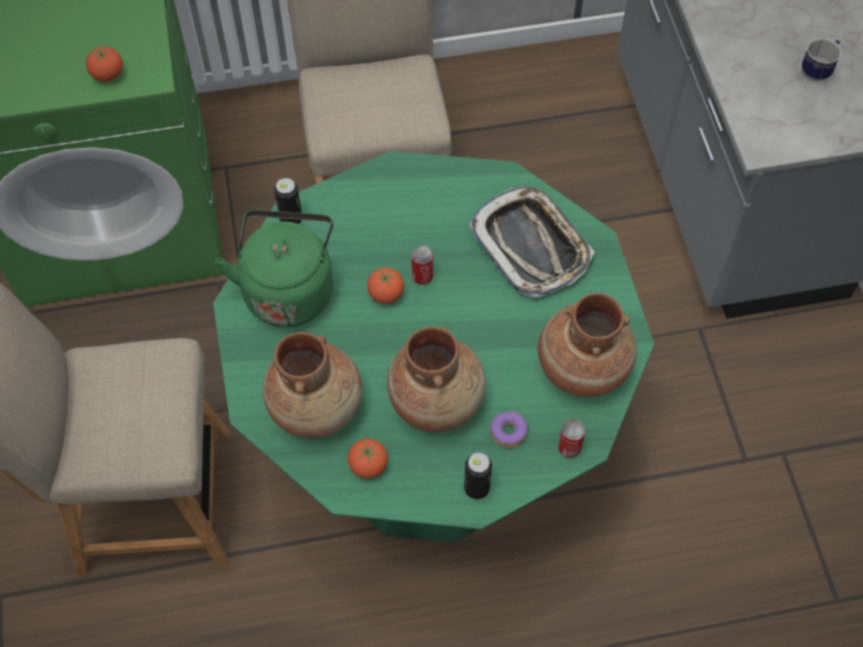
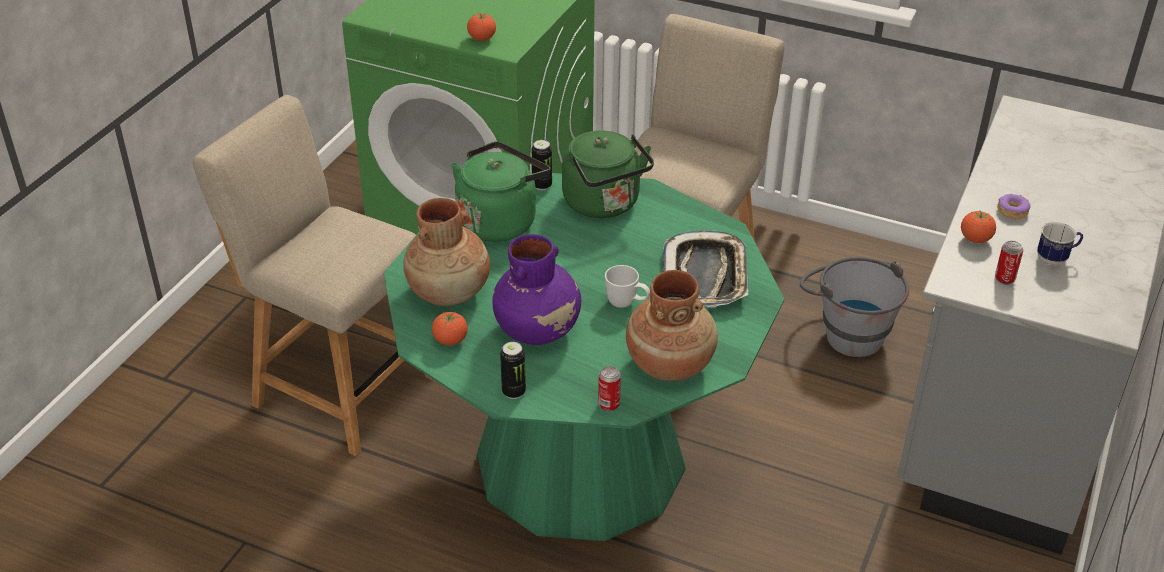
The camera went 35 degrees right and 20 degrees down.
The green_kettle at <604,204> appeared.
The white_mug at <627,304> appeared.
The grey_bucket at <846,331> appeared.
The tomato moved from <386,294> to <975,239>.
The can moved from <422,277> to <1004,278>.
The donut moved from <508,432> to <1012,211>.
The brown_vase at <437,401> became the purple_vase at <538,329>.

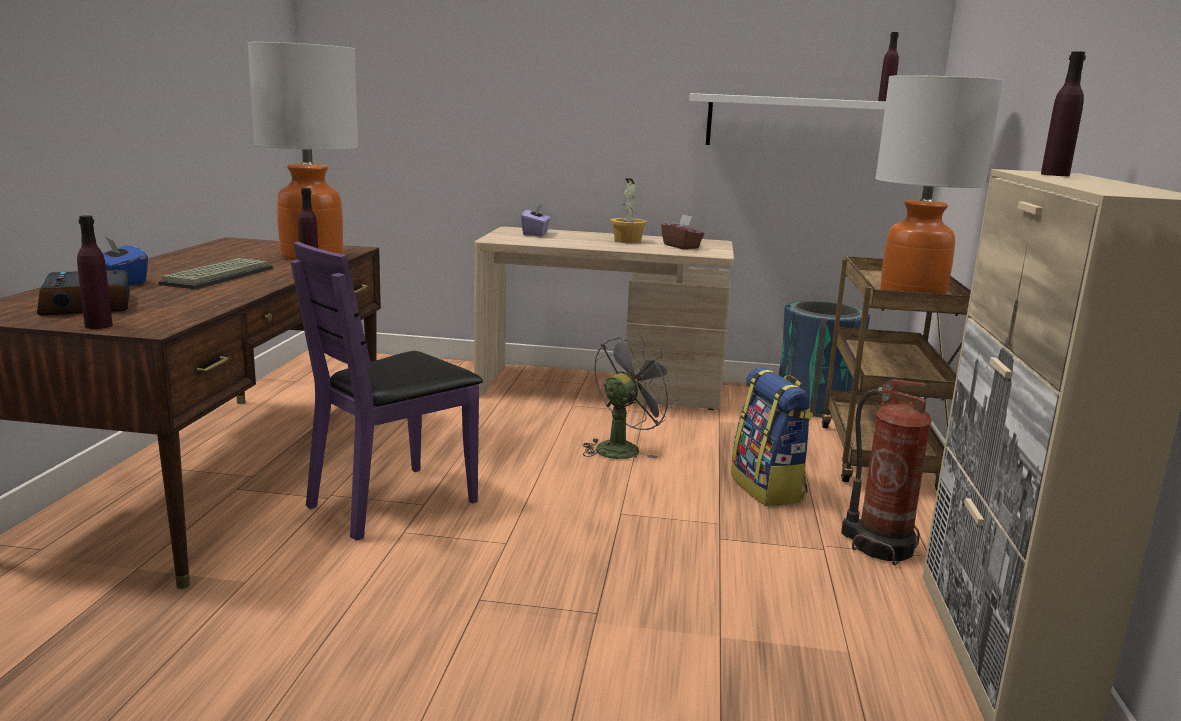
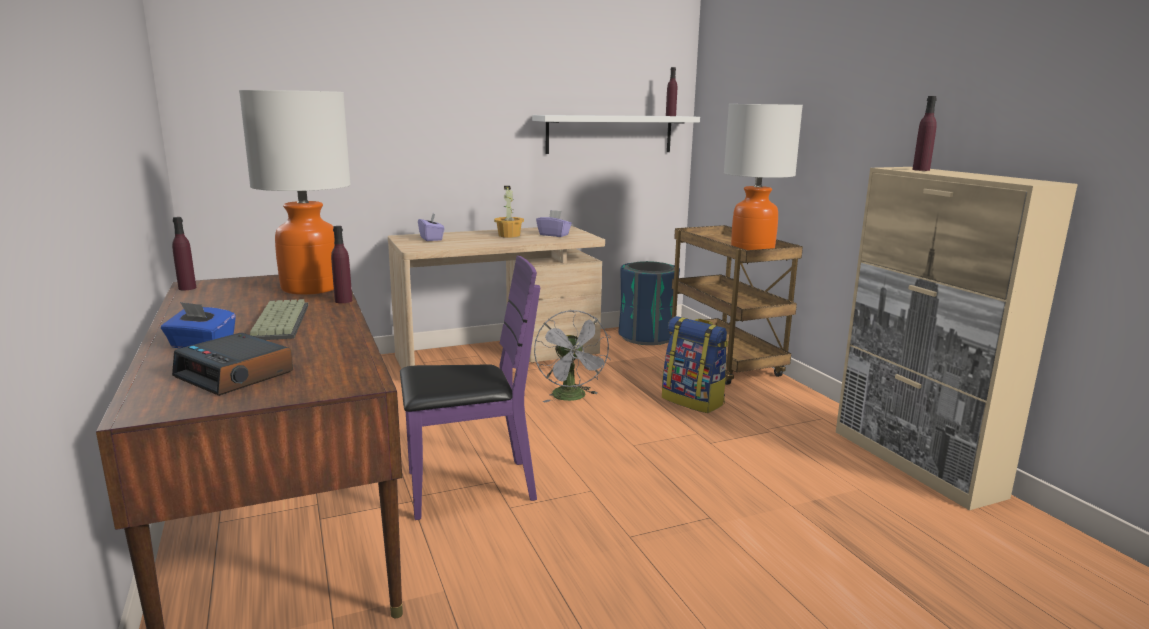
The camera went 30 degrees left and 0 degrees up.
The fire_extinguisher at <880,546> disappeared.
The purple_bottle moved from <98,325> to <187,288>.
The brown_tissue_box at <681,246> became the purple_tissue_box at <554,235>.
The purple_chair at <393,502> turned 120 degrees counterclockwise.
The grey_fan at <623,448> turned 150 degrees clockwise.

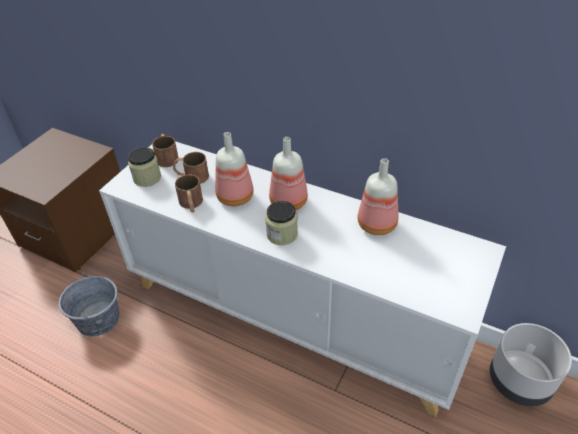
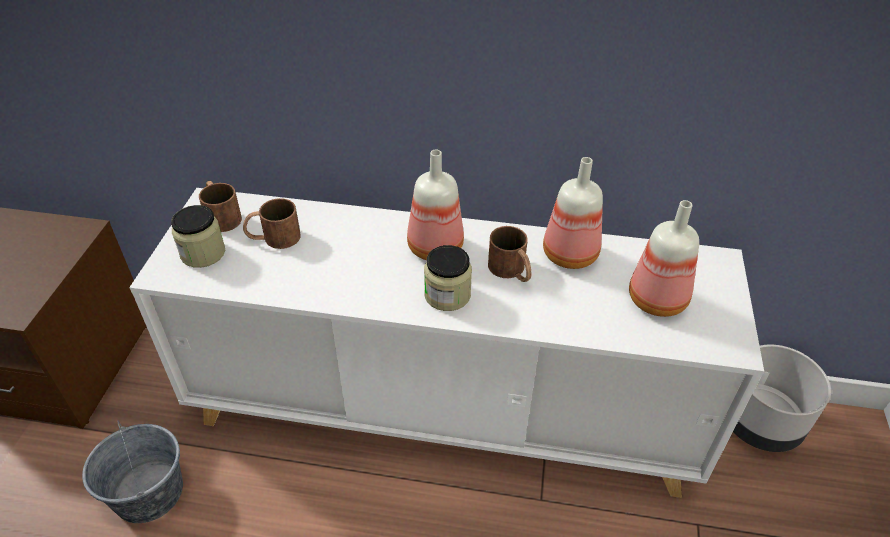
The camera went 20 degrees left and 0 degrees up.
The brown_mug moved from <191,204> to <511,271>.
The bottle moved from <236,197> to <659,300>.

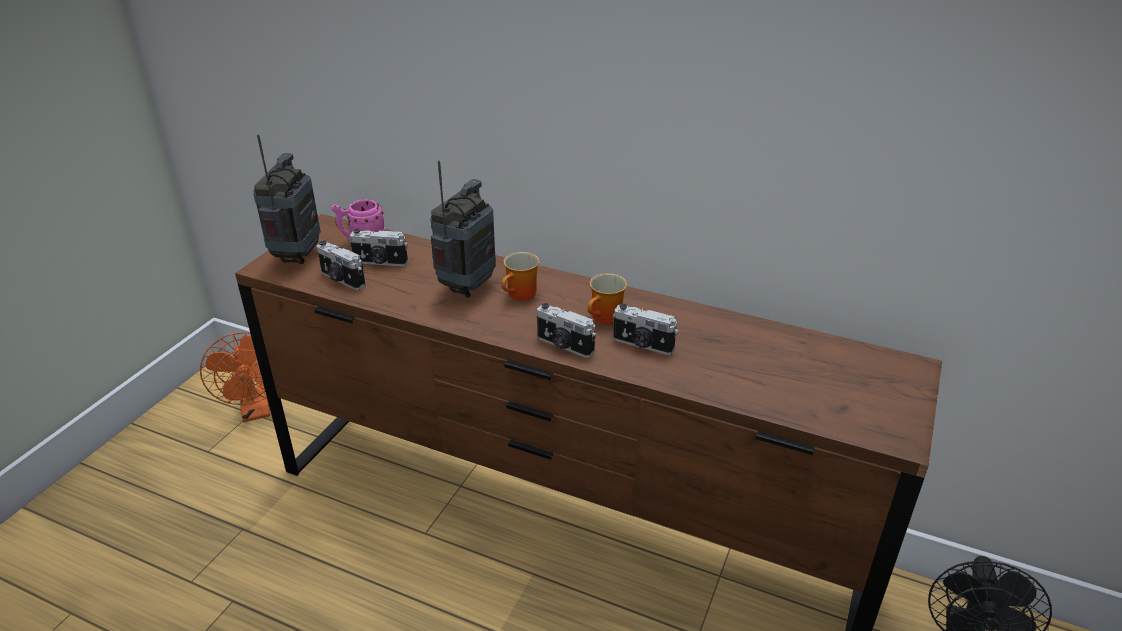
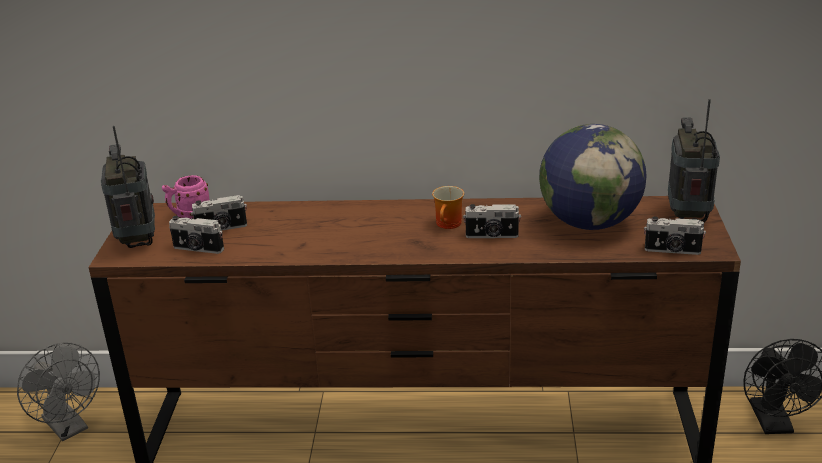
The camera went 20 degrees left and 5 degrees down.
The mug at <521,295> disappeared.
The globe at <589,223> appeared.
The radio moved from <467,287> to <688,216>.
The photo_camera moved from <564,346> to <672,251>.
The orange_fan at <256,411> became the grey_fan at <70,428>.

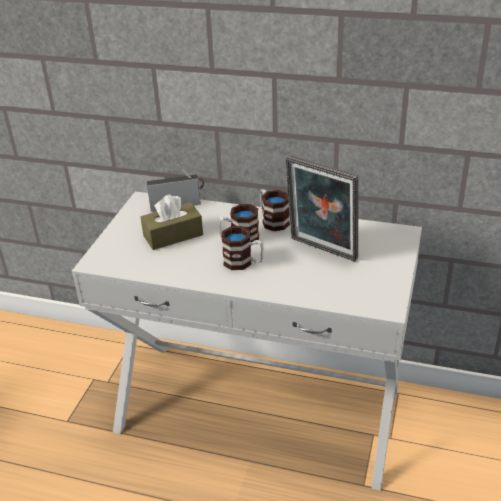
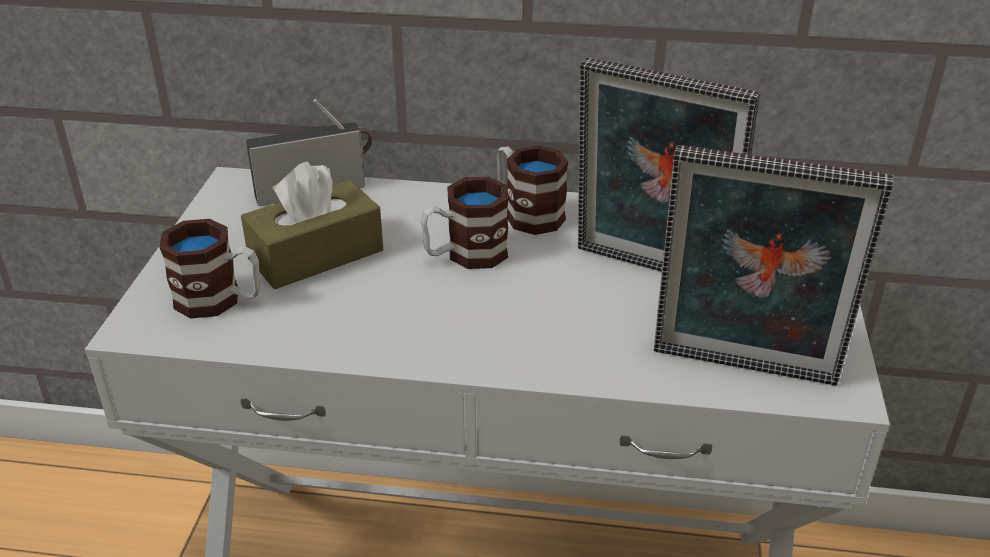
The camera went 10 degrees left and 0 degrees up.
The picture_frame at <742,371> appeared.
The mug moved from <243,263> to <220,300>.

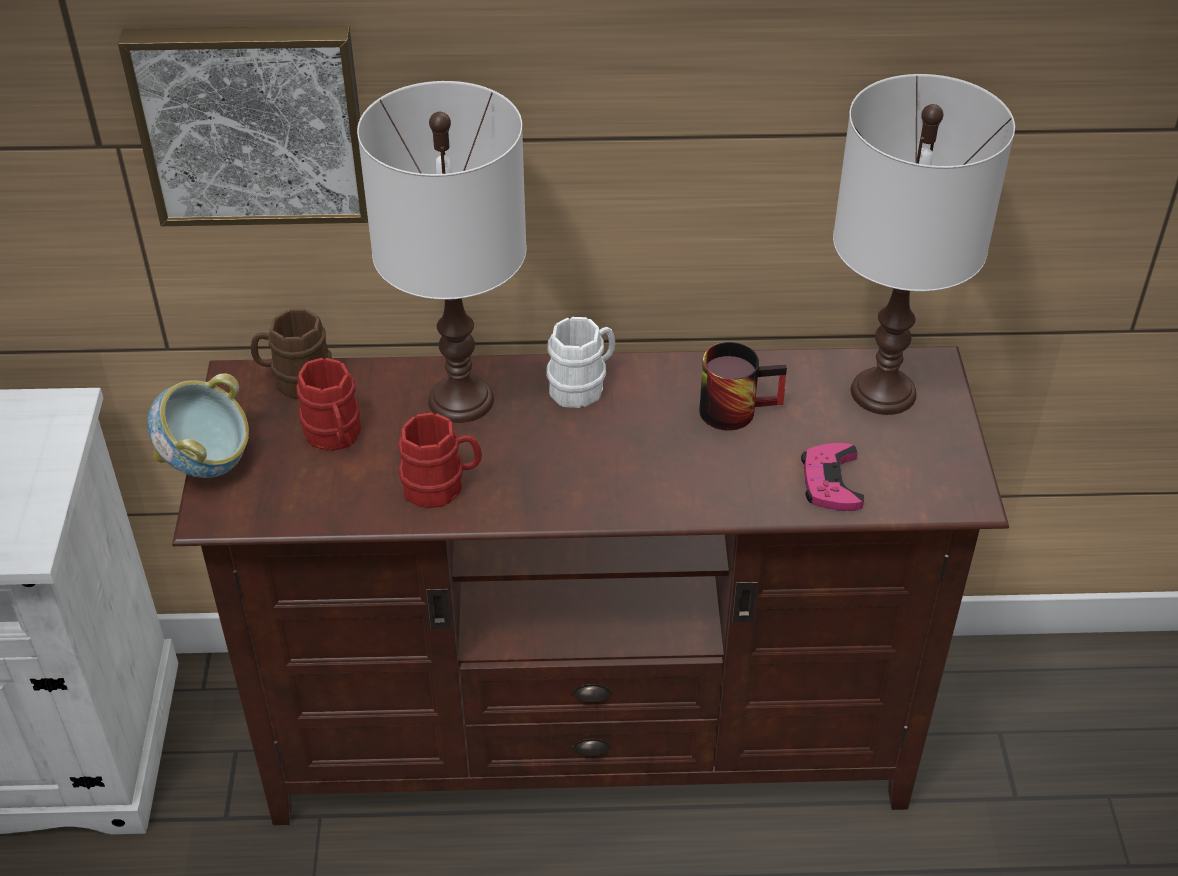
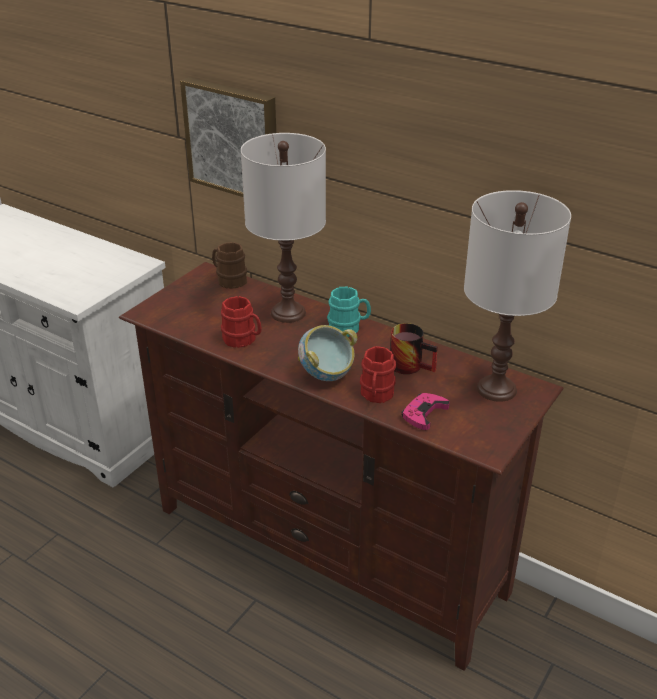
The camera went 35 degrees right and 10 degrees down.
The bowl moved from <207,463> to <326,375>.
The red_mug moved from <334,437> to <376,395>.
The white_mug at <583,385> became the turquoise_mug at <348,328>.

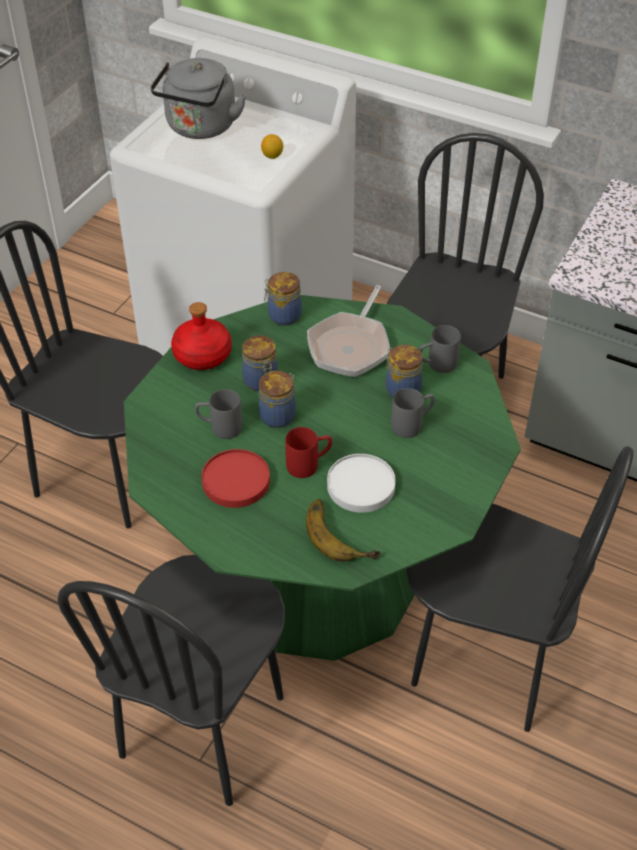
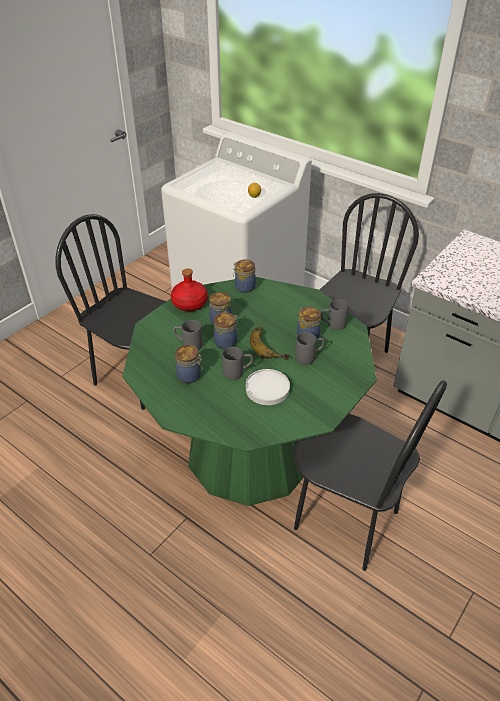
The camera went 10 degrees right and 5 degrees down.
The black_chair at <204,727> disappeared.
The grey_kettle at <200,128> disappeared.
The frying_pan at <351,346> disappeared.
The banana moved from <341,533> to <269,345>.
The red_plate at <236,481> was replaced by the jar at <190,376>.
The red_mug at <309,464> became the grey_mug at <238,372>.

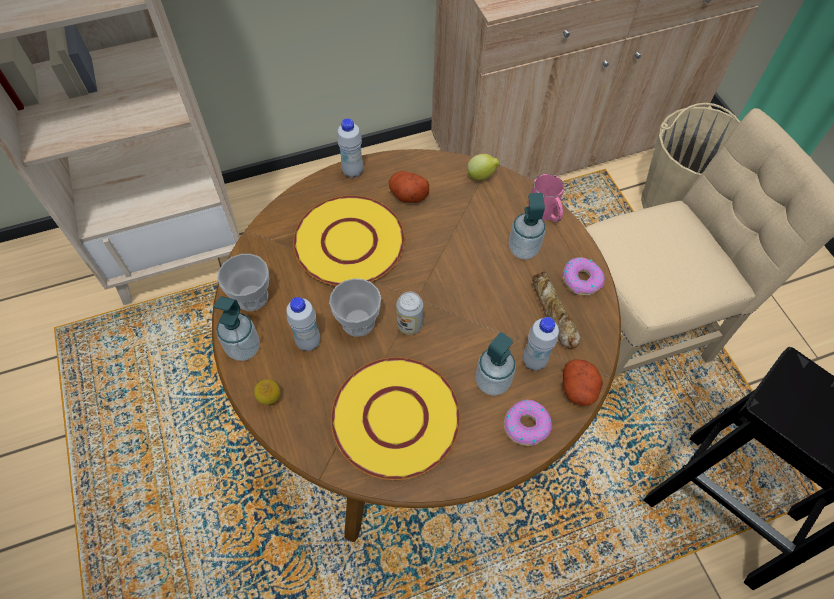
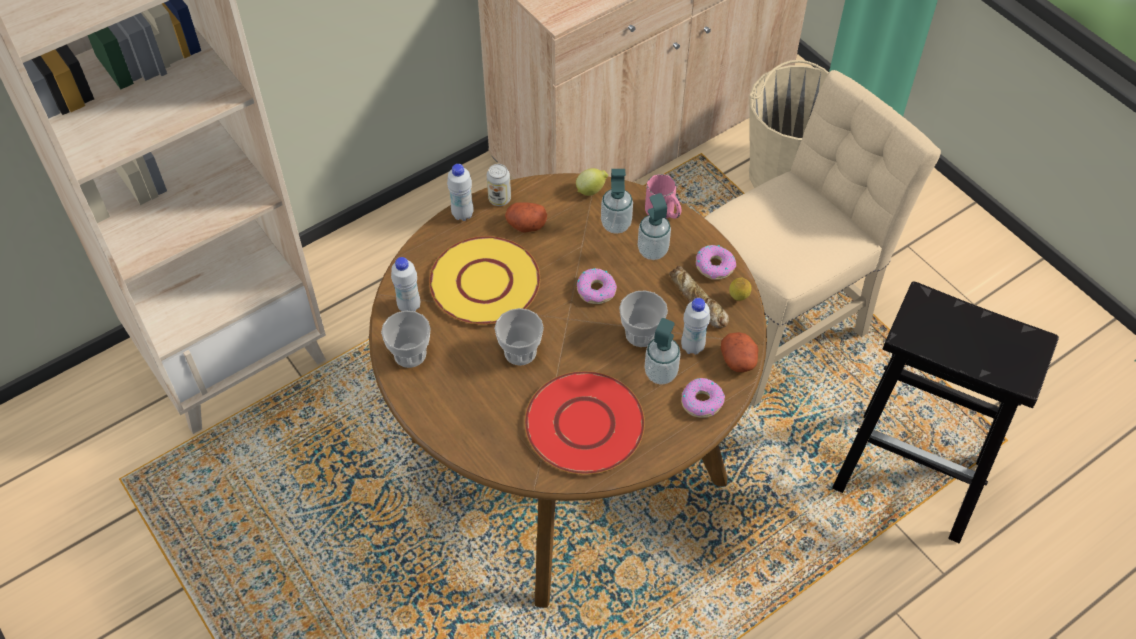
The camera went 15 degrees left and 5 degrees down.
The donut at <596,290> appeared.
The cup at <641,334> appeared.
The soap_dispenser moved from <243,348> to <616,224>.
The lemon moved from <270,399> to <738,298>.
The white_bottle moved from <308,342> to <409,306>.
The can moved from <409,325> to <499,199>.
The yellow_plate at <396,417> became the red_plate at <585,424>.

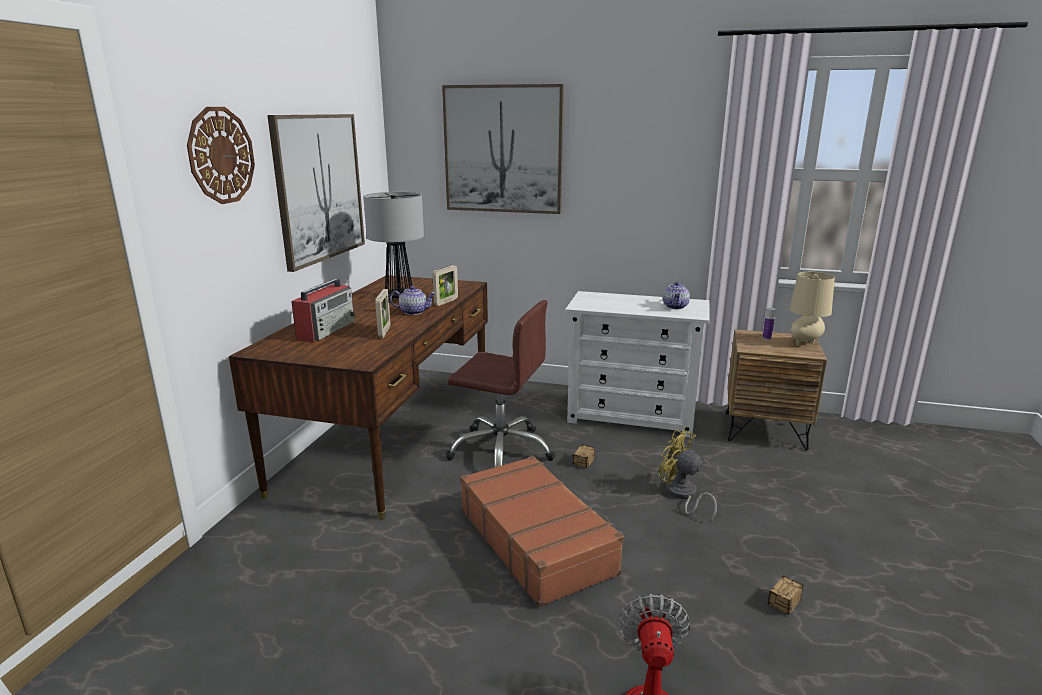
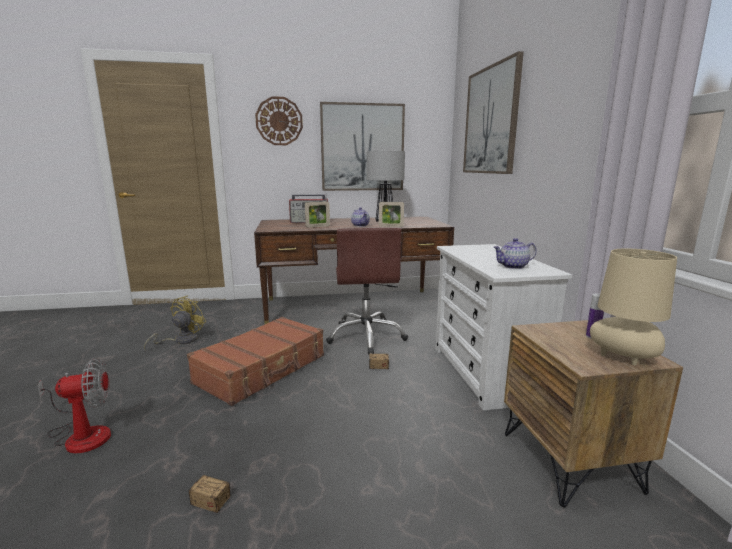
The camera went 65 degrees right and 5 degrees down.
The yellow_fan moved from <682,495> to <180,340>.

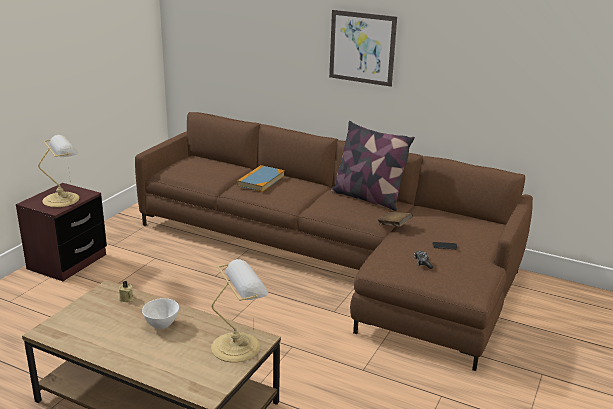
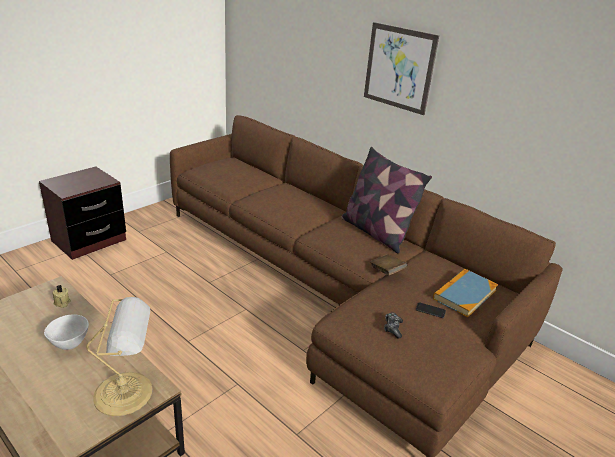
The camera went 15 degrees right and 5 degrees up.
The table_lamp at <63,199> disappeared.
The book moved from <261,180> to <464,294>.

